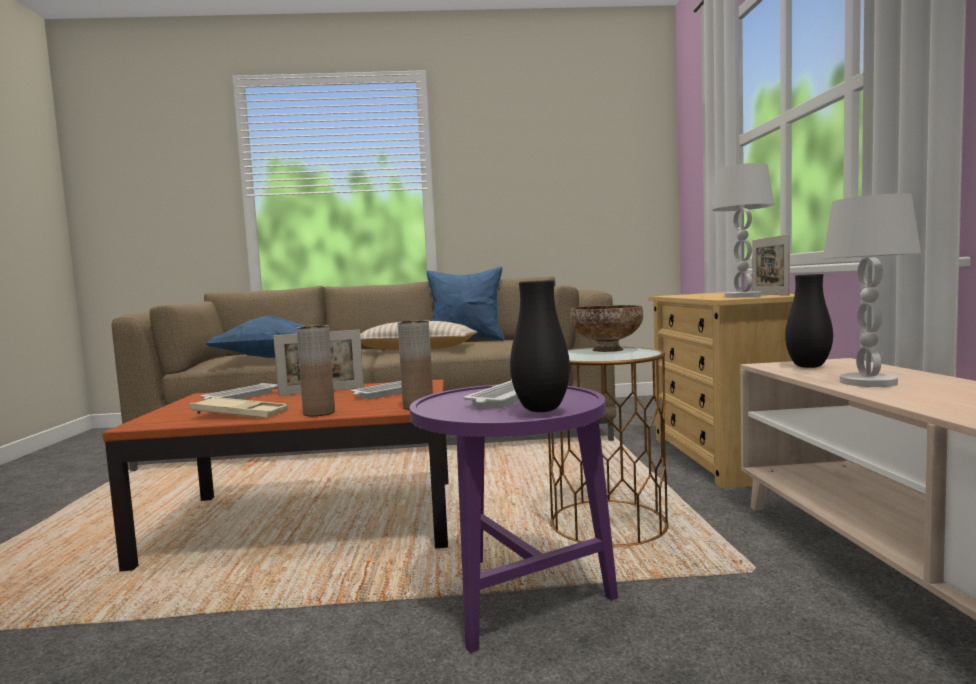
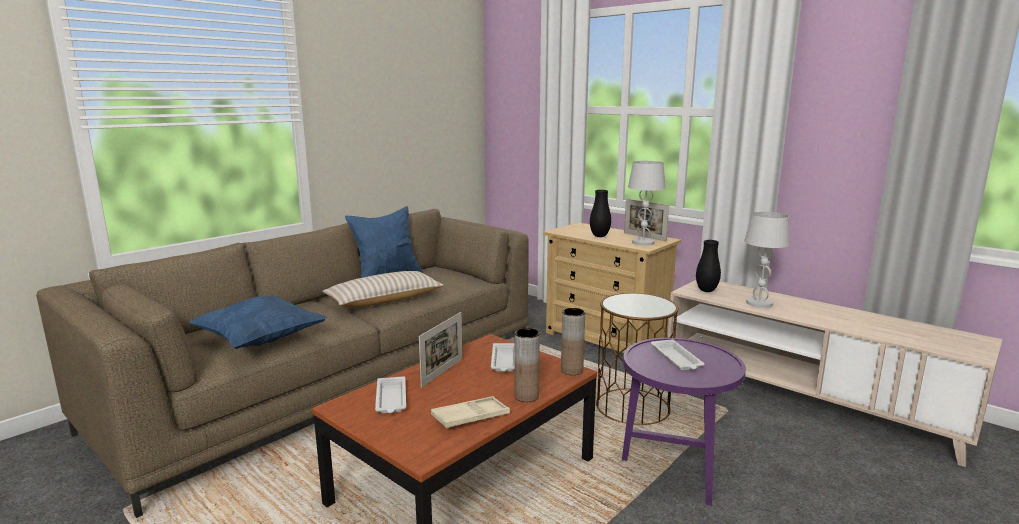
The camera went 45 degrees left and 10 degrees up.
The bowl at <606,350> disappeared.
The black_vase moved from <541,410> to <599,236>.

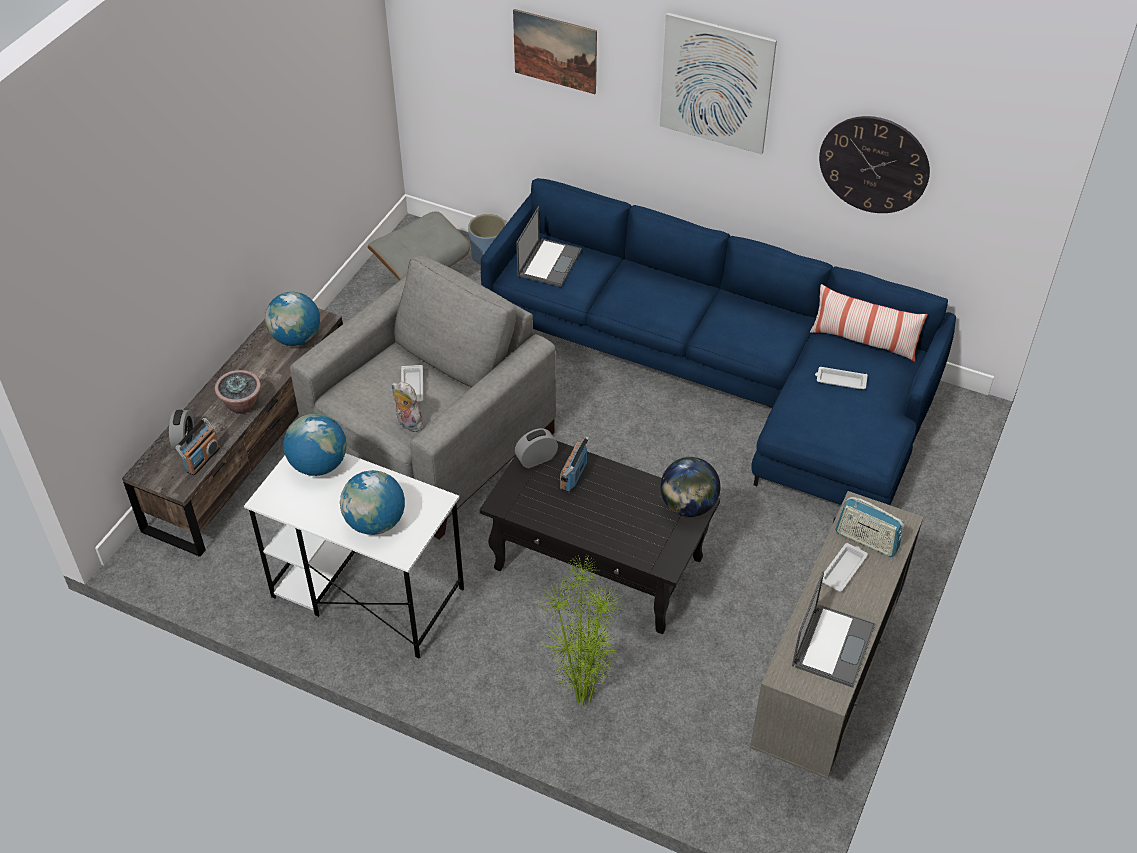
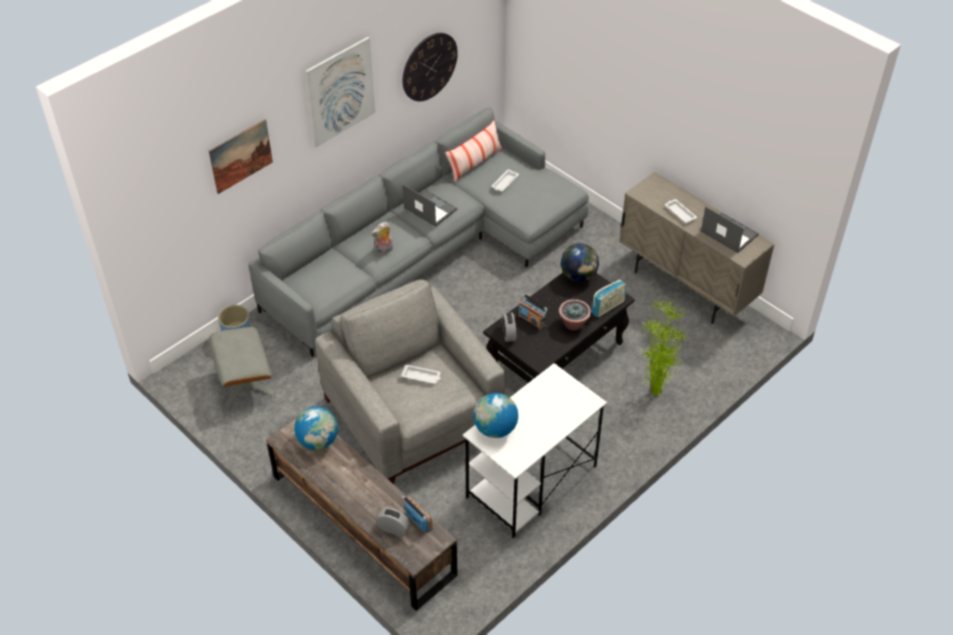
The camera went 70 degrees left and 0 degrees up.
The globe at <375,522> disappeared.
The potted_plant moved from <242,405> to <573,324>.
The plush_toy moved from <407,423> to <383,251>.
The laptop moved from <549,262> to <429,208>.
The radio moved from <866,540> to <608,307>.
The blue_sofa at <724,375> became the grey_sofa at <428,251>.

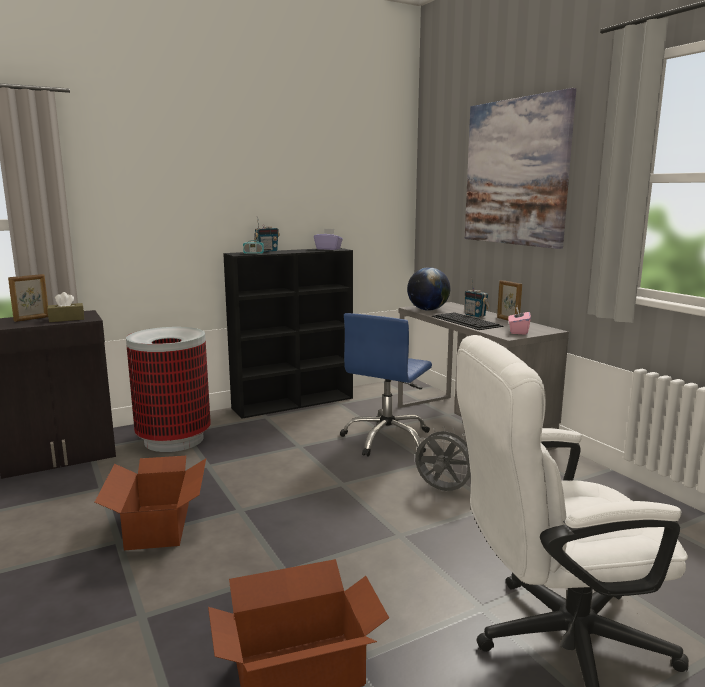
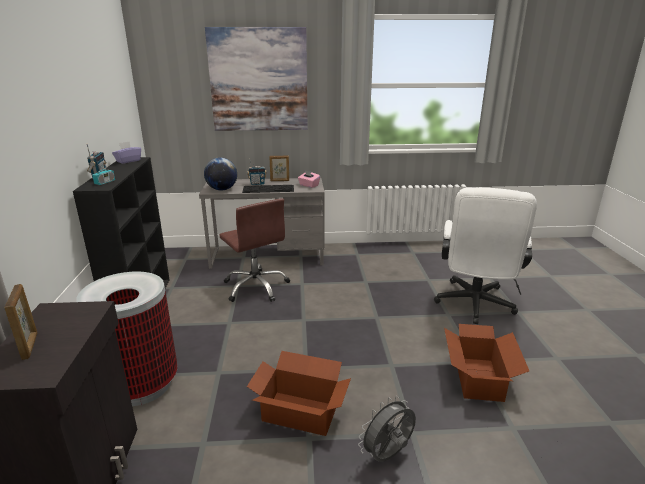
The camera went 65 degrees left and 10 degrees up.
The brown_tissue_box at <66,319> disappeared.
The grey_fan moved from <442,491> to <388,455>.
The blue_office_chair at <387,439> became the brown_office_chair at <256,287>.

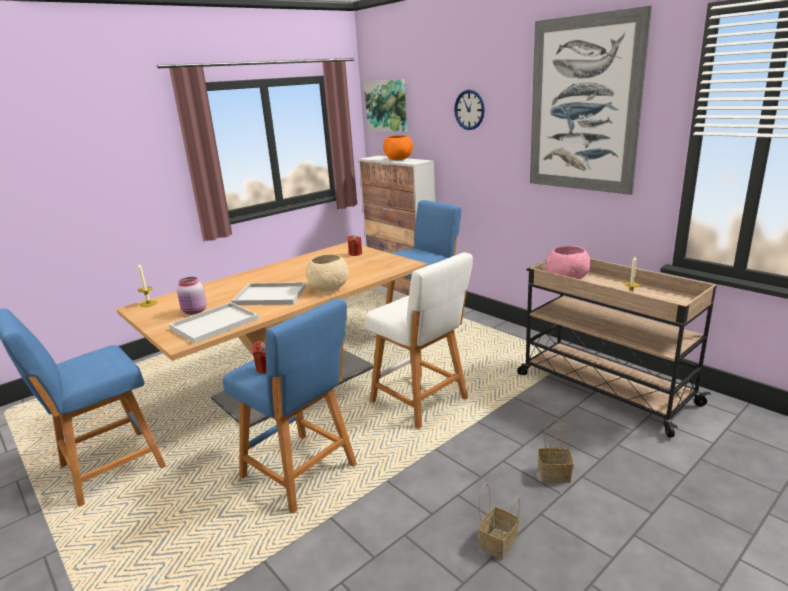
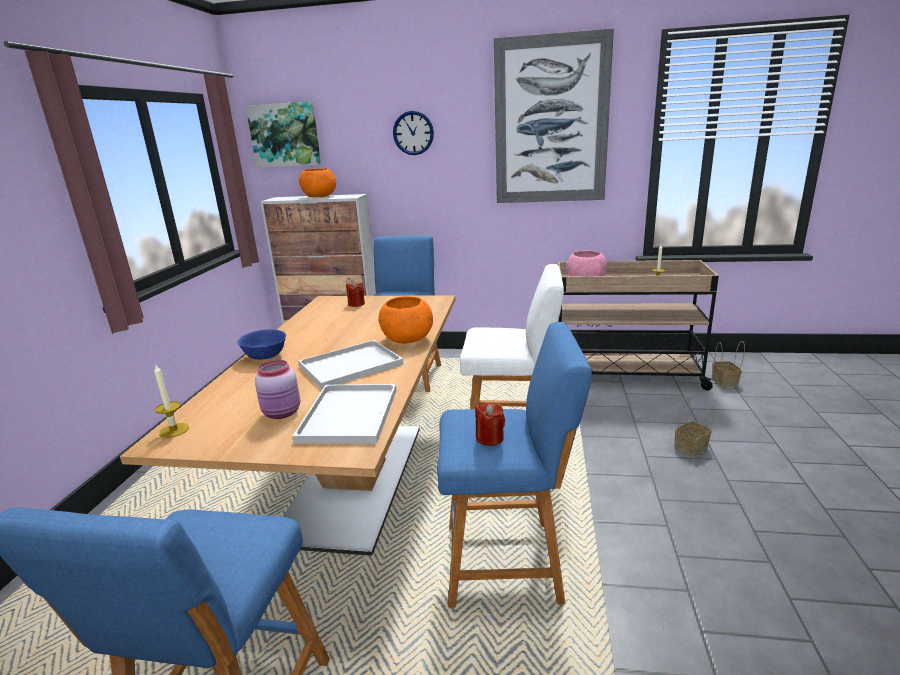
The camera went 40 degrees left and 0 degrees up.
The blue_bowl at <266,356> appeared.
The basket moved from <498,544> to <725,382>.
The beige_bowl at <329,288> became the orange_bowl at <407,339>.

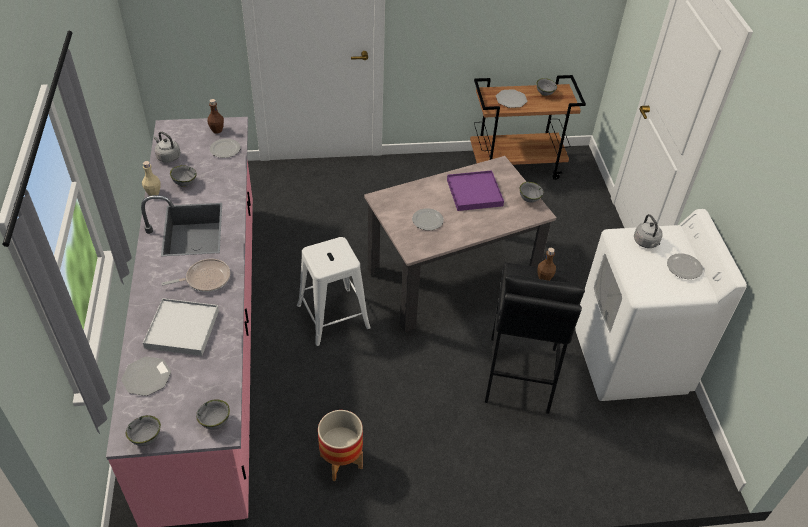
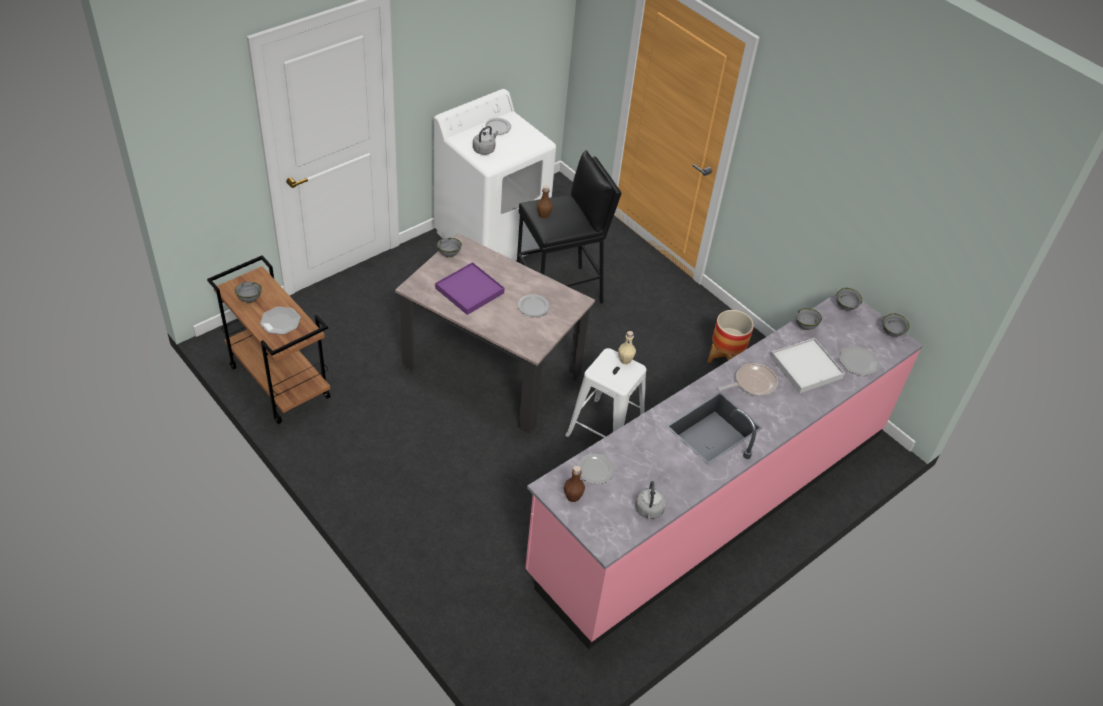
The camera went 125 degrees left and 0 degrees up.
The beige_bottle moved from <153,193> to <625,360>.
The grey_bowl moved from <184,183> to <805,327>.
The frying_pan at <205,279> turned 120 degrees clockwise.

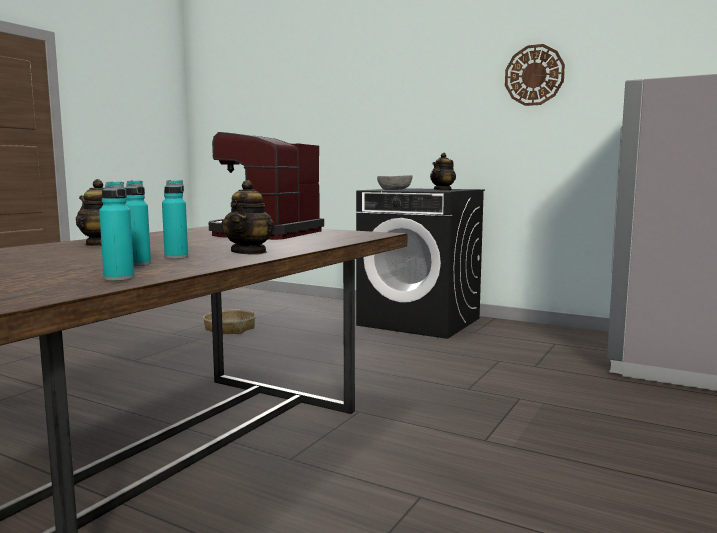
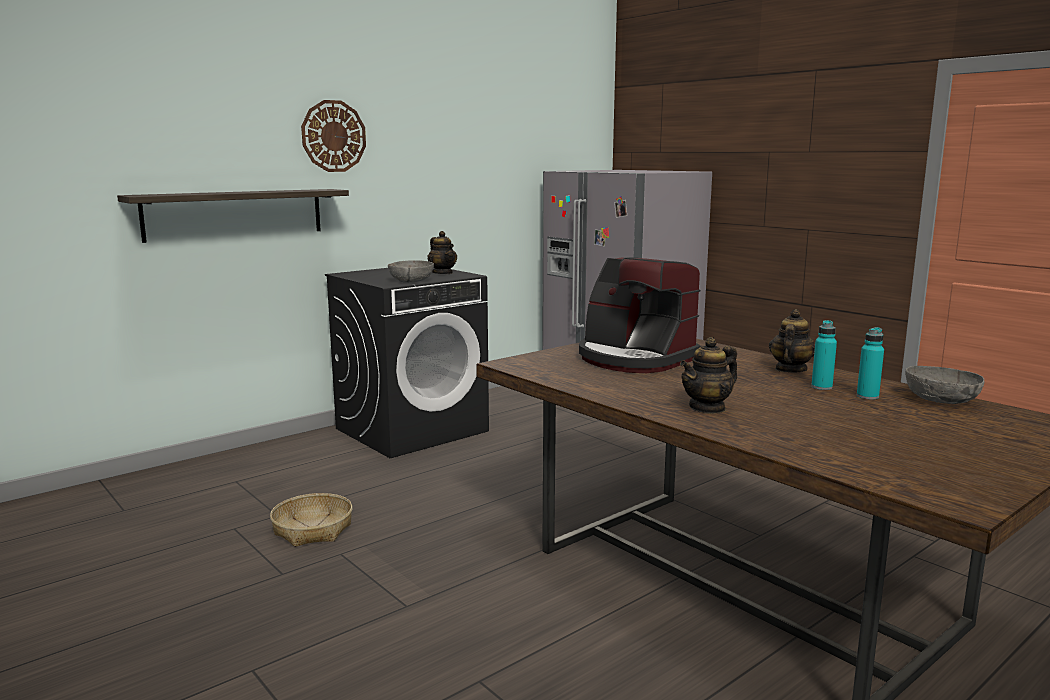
The camera went 70 degrees left and 5 degrees up.
The shelf at <235,214> appeared.
The wall_clock moved from <534,75> to <333,136>.
The turquoise_bottle at <119,278> was replaced by the grey_bowl at <941,400>.
The teapot at <249,252> turned 90 degrees counterclockwise.

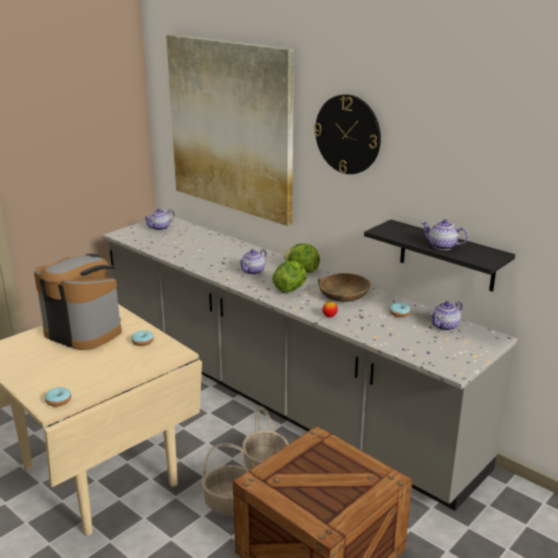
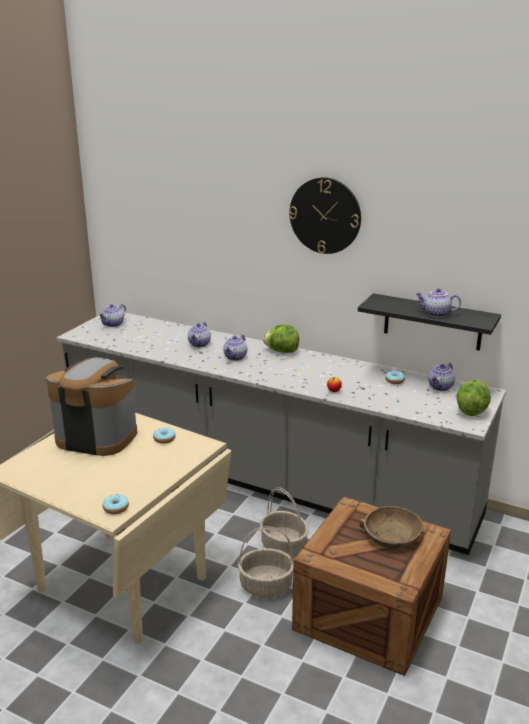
The camera went 15 degrees left and 0 degrees up.
The picture at <231,127> disappeared.
The teapot at <200,344> appeared.
The lettuce moved from <290,289> to <471,411>.
The brown_bowl moved from <343,295> to <391,536>.

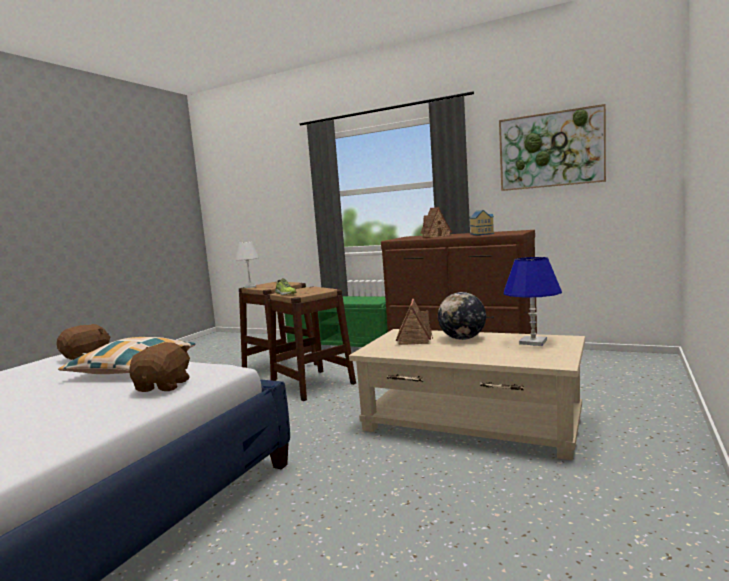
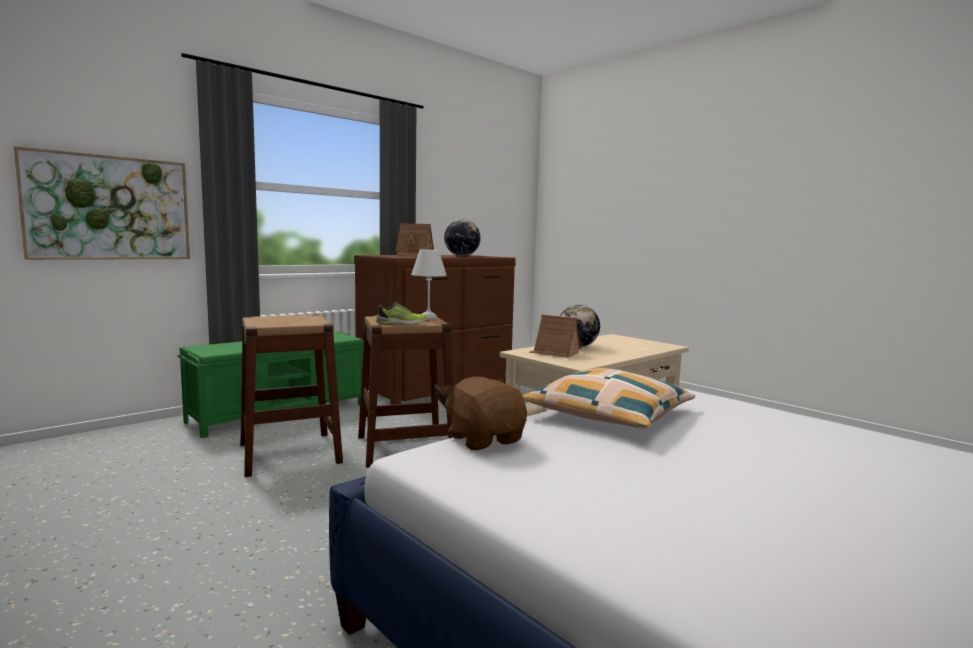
The camera went 70 degrees left and 0 degrees up.
The brown_plush_toy at <164,386> disappeared.
The blue_table_lamp at <533,342> disappeared.
The white_table_lamp moved from <250,287> to <427,318>.
The picture moved from <551,150> to <109,208>.
The toy_house at <482,234> was replaced by the globe at <461,256>.

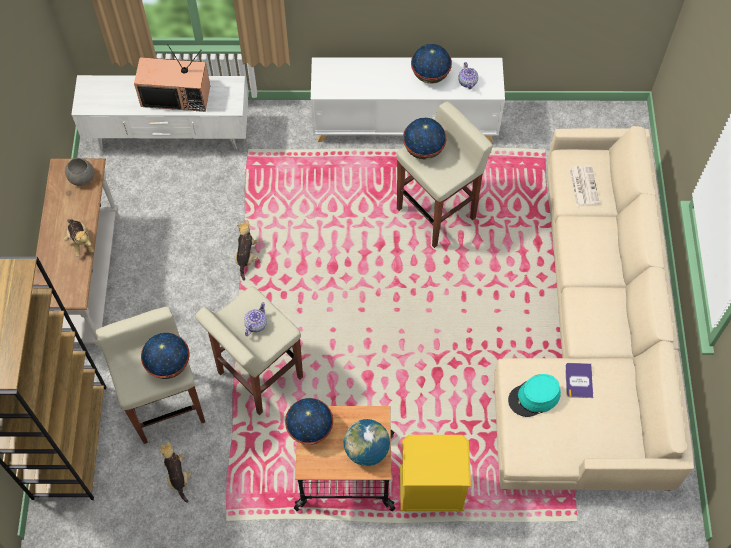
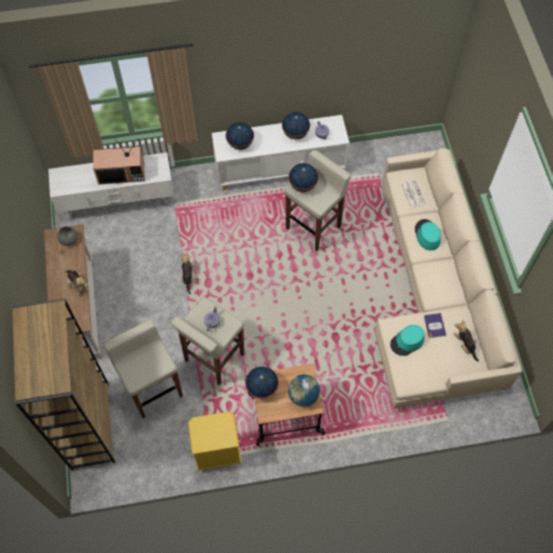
The camera went 10 degrees left and 0 degrees up.
The turquoise_hat at <427,235> appeared.
The globe moved from <169,364> to <240,144>.
The plush_toy moved from <178,475> to <464,345>.
The yellow_nightstand moved from <430,491> to <217,452>.

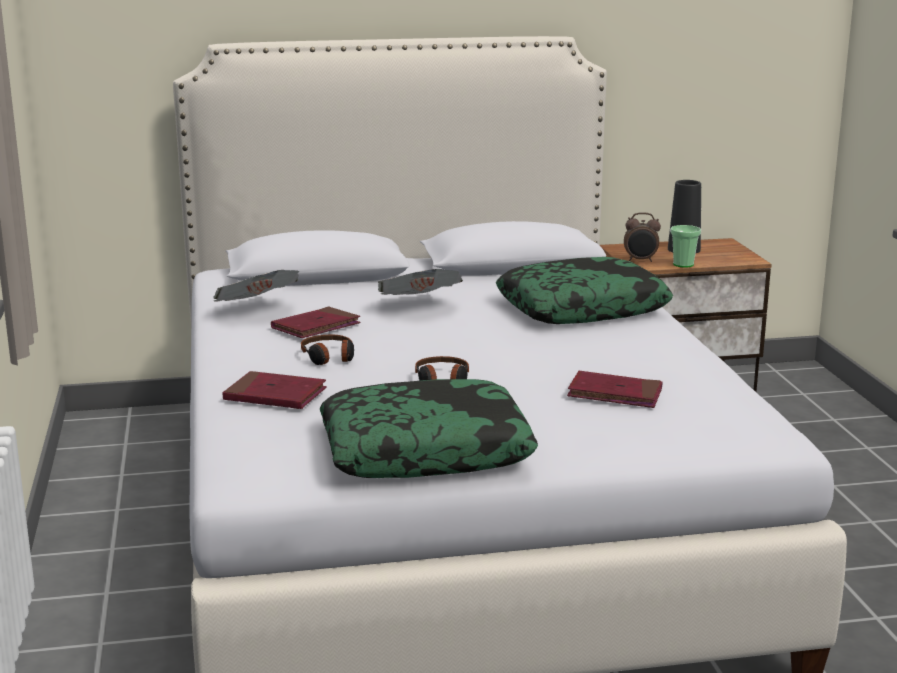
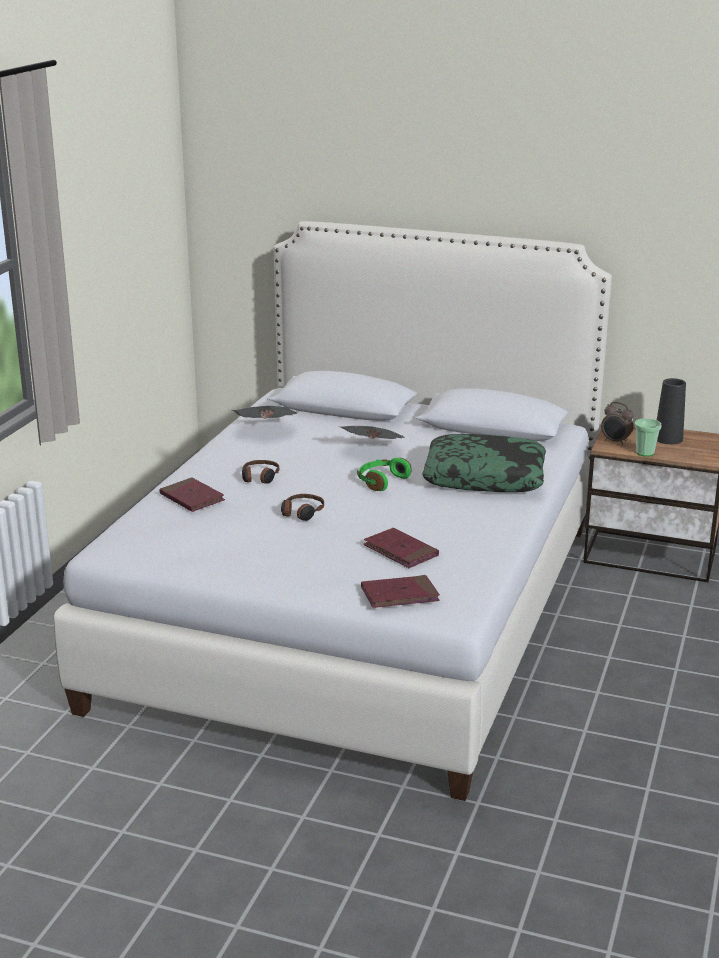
The camera went 30 degrees right and 5 degrees up.
The pillow at <425,450> disappeared.
The green_headphones at <381,481> appeared.
The red_book moved from <316,327> to <399,595>.

